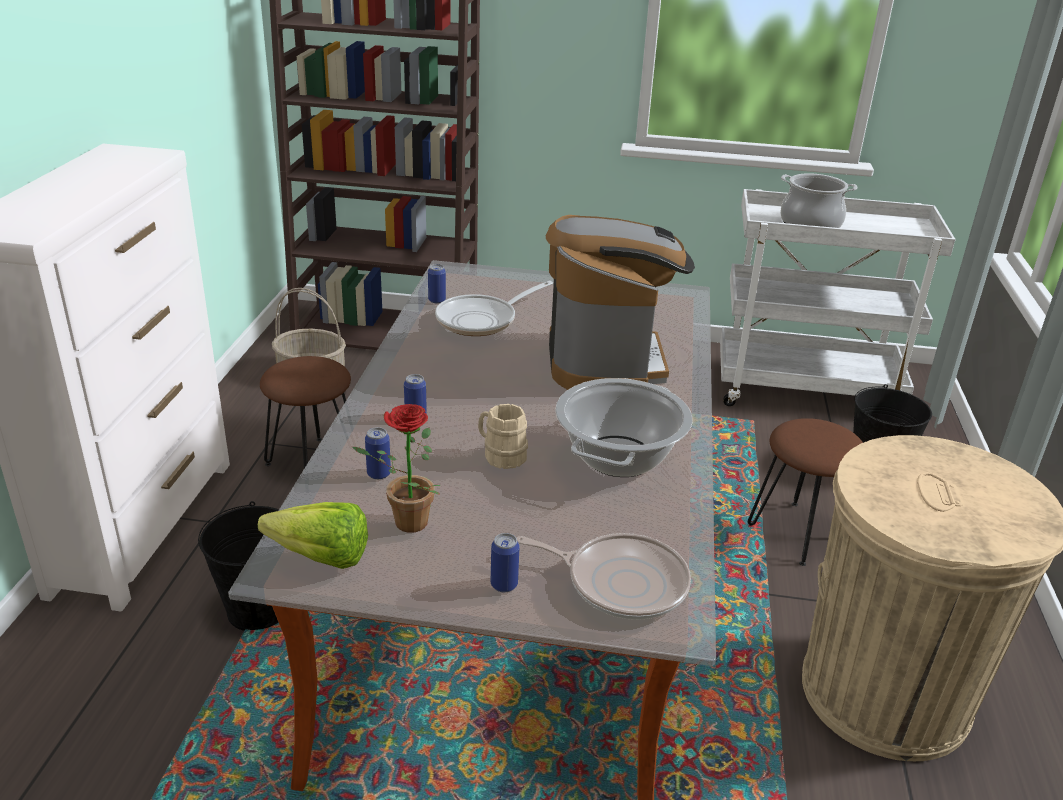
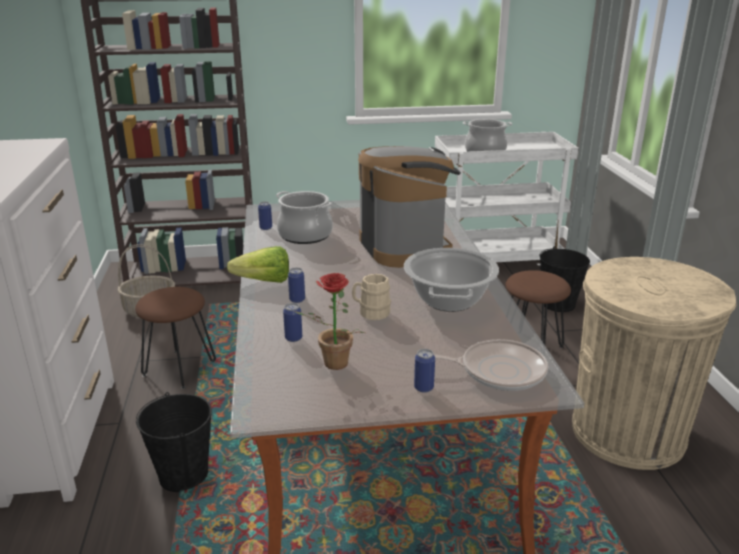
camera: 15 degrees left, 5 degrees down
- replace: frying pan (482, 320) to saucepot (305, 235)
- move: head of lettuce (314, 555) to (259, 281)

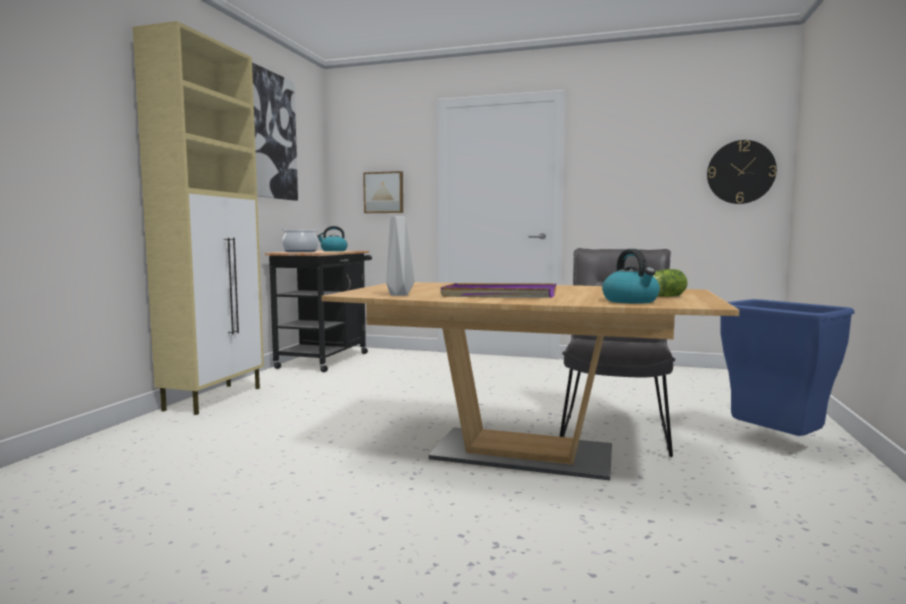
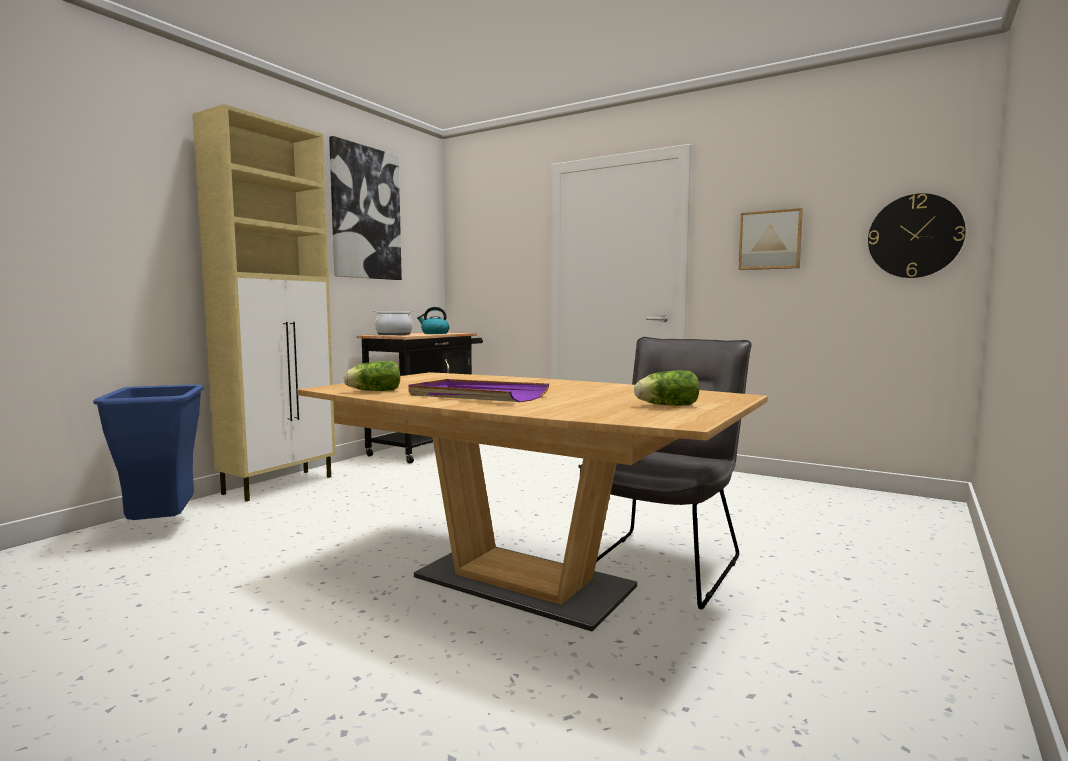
camera: 15 degrees right, 0 degrees up
- move: wall art (384, 192) to (770, 240)
- replace: vase (grey) (398, 295) to head of lettuce (372, 391)
- delete: tea kettle (631, 301)
- move: rubbish bin (blue-coloured) (776, 444) to (164, 529)

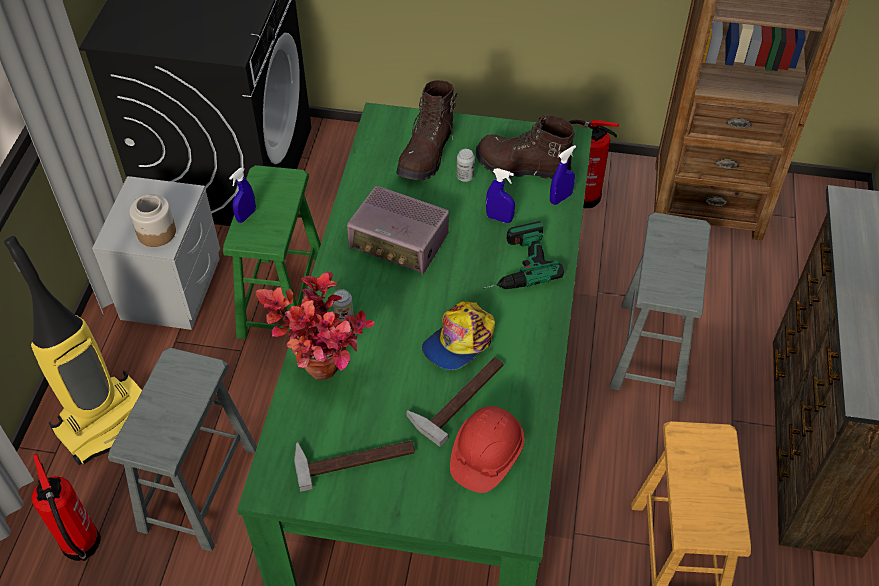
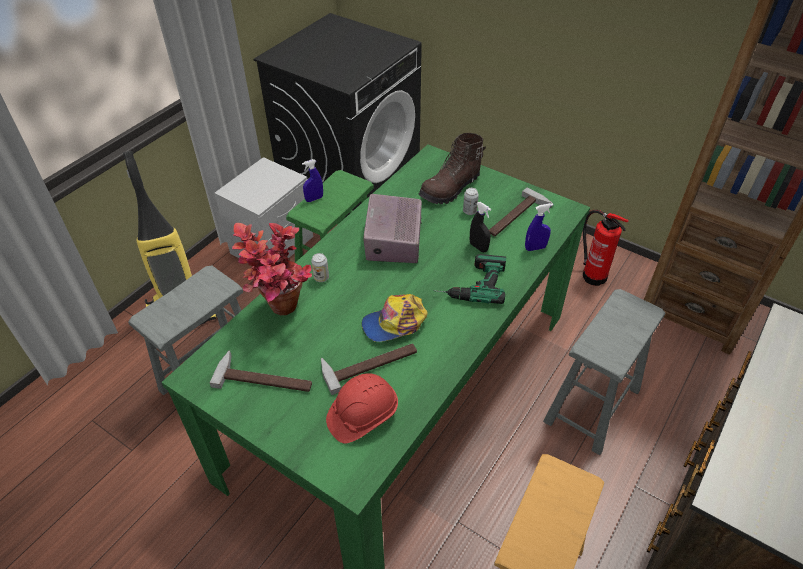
camera: 25 degrees right, 5 degrees down
- replace: high-top boot (brown) (522, 167) to hand hammer (517, 217)
- recolor: sprayer (blue-coloured) (499, 218) to sprayer (black) (478, 247)
- rotate: radio set (399, 243) = (393, 241) 45 degrees clockwise
- delete: storage jar (156, 232)
- delete: fire extinguisher (81, 546)

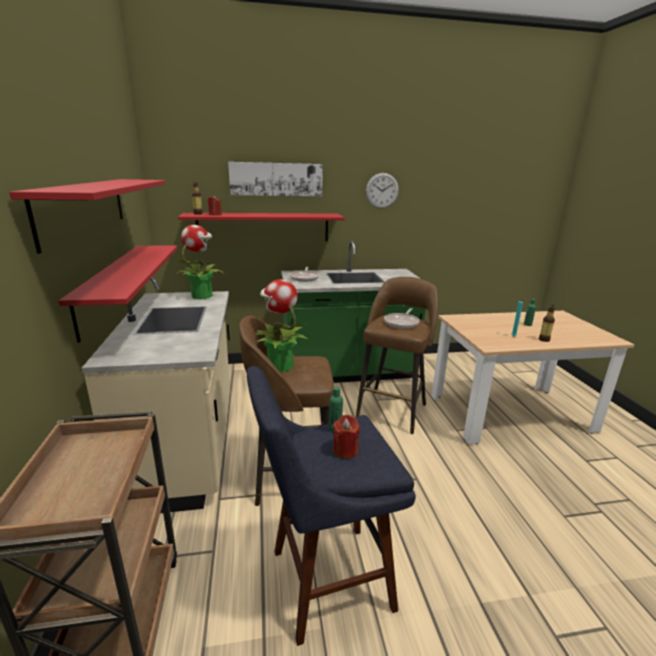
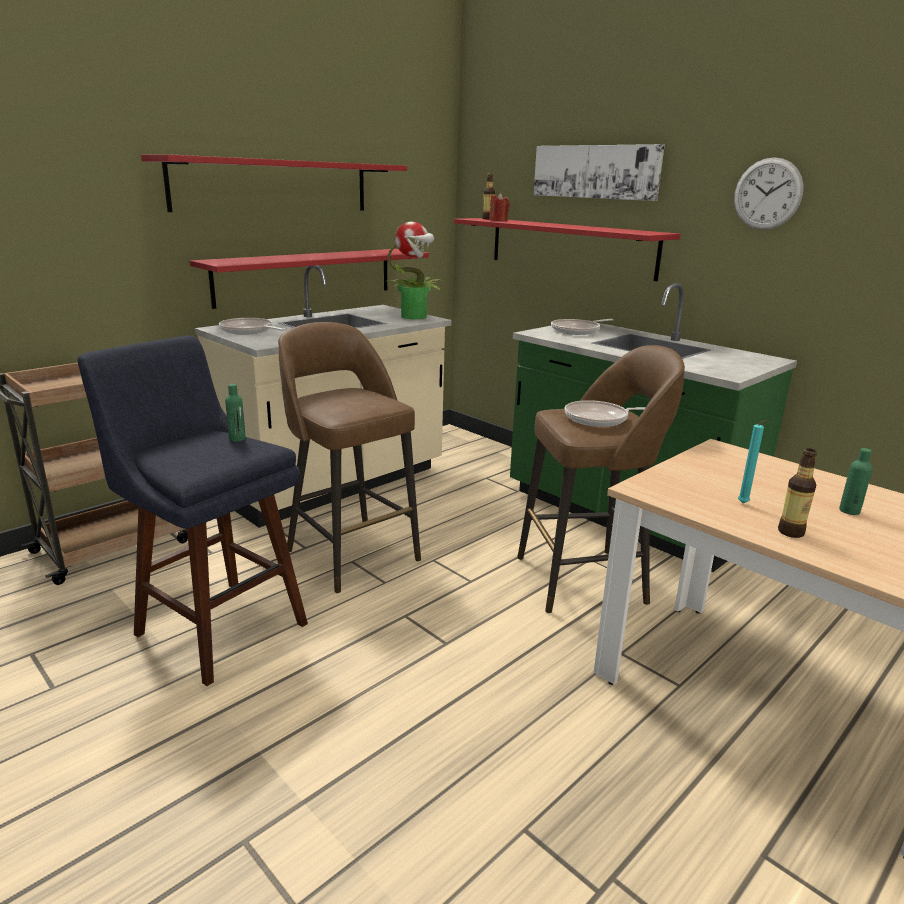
camera: 55 degrees right, 0 degrees up
- delete: potted plant (279, 365)
- delete: candle (red-coloured) (345, 450)
- insert: frying pan (248, 331)

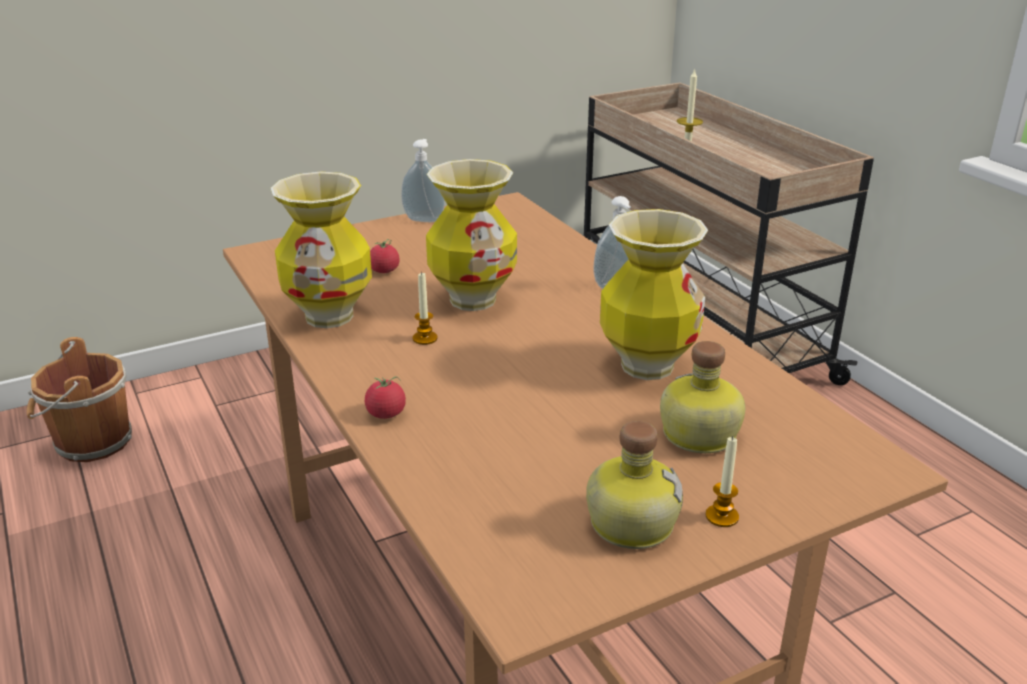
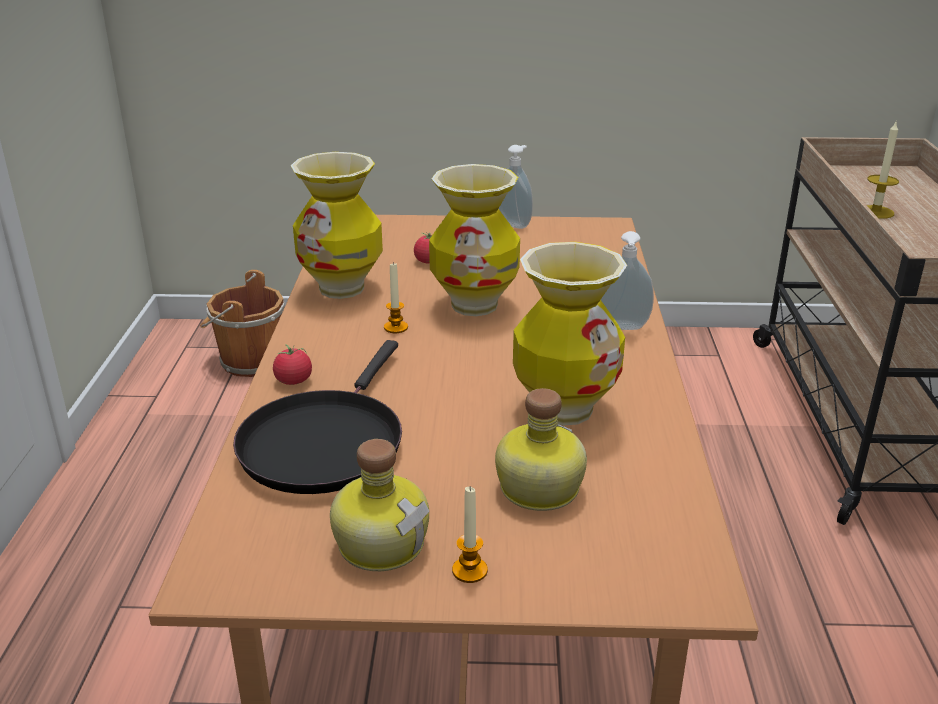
camera: 30 degrees right, 0 degrees up
- insert: frying pan (black) (324, 443)

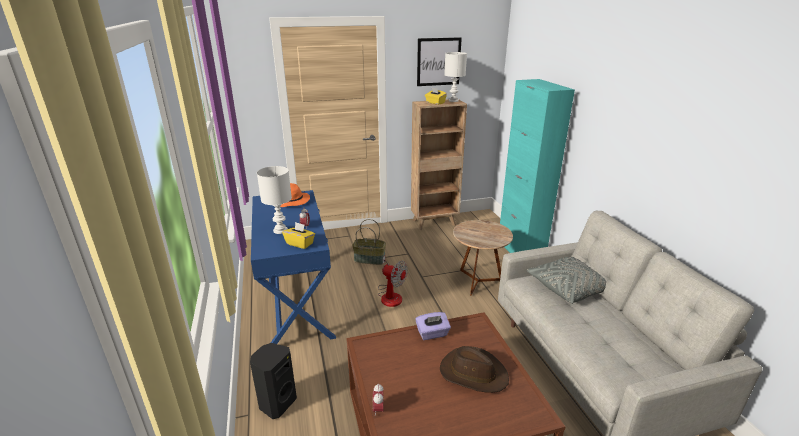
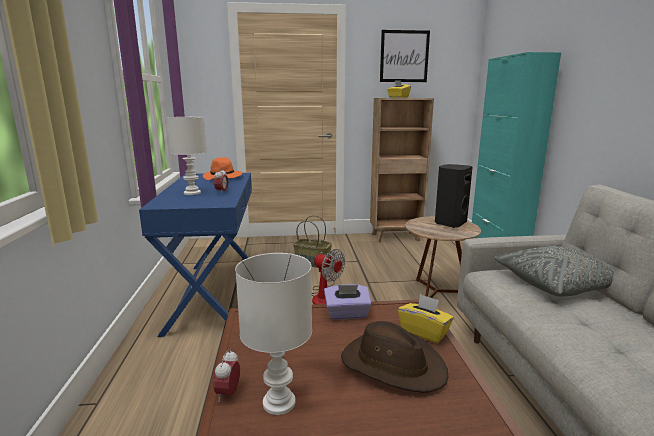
camera: 10 degrees right, 10 degrees down
- move: table lamp (whitish) (453, 101) to (280, 404)
- move: tissue box (yellowish) (300, 243) to (424, 332)
- move: audio speaker (black) (277, 403) to (449, 223)

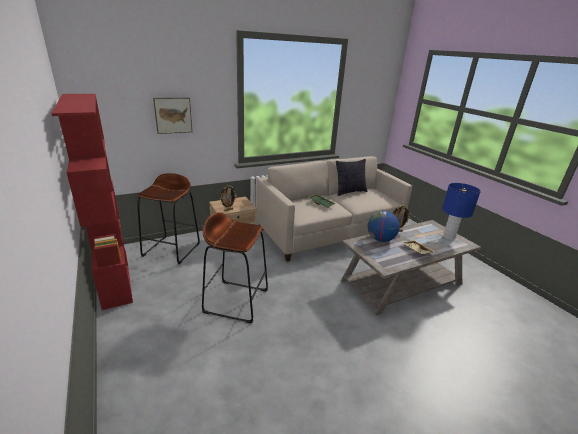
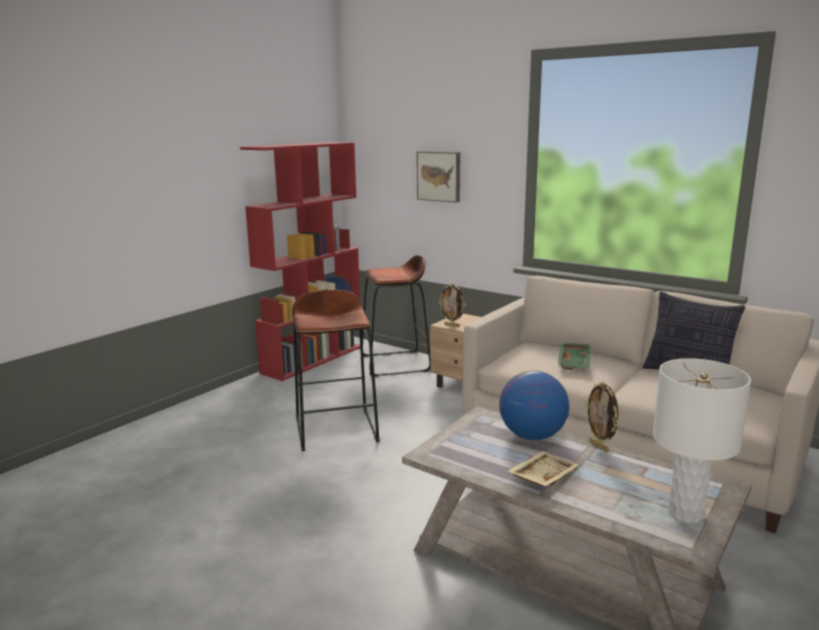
camera: 65 degrees right, 10 degrees down
- recolor: table lamp (blue-coloured) (449, 237) to table lamp (whitish) (685, 514)

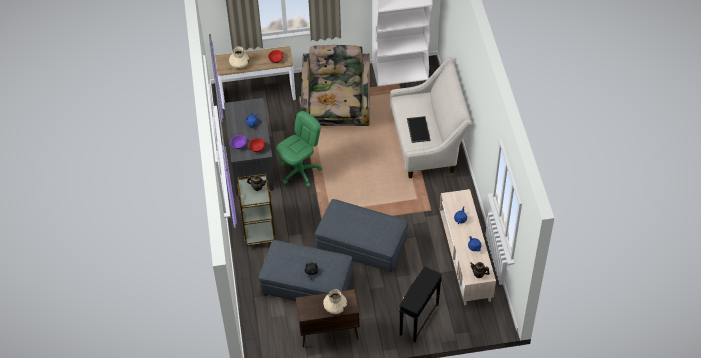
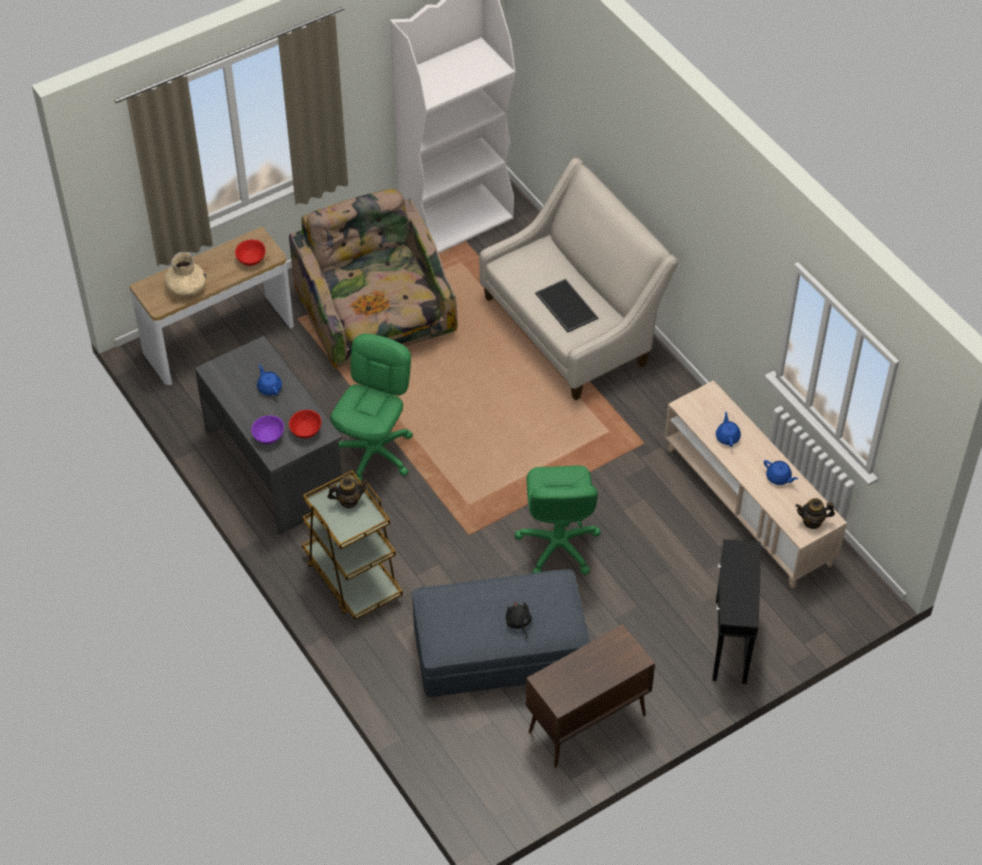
camera: 25 degrees left, 0 degrees up
- replace: ottoman (grey) (361, 245) to office chair (green) (558, 546)
- delete: vase (sand-coloured) (335, 307)

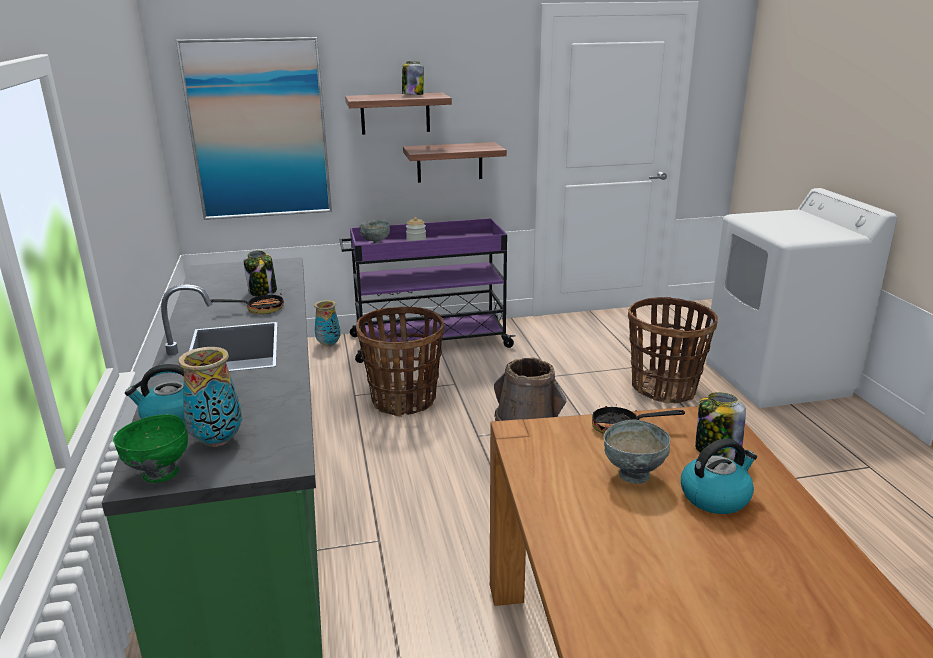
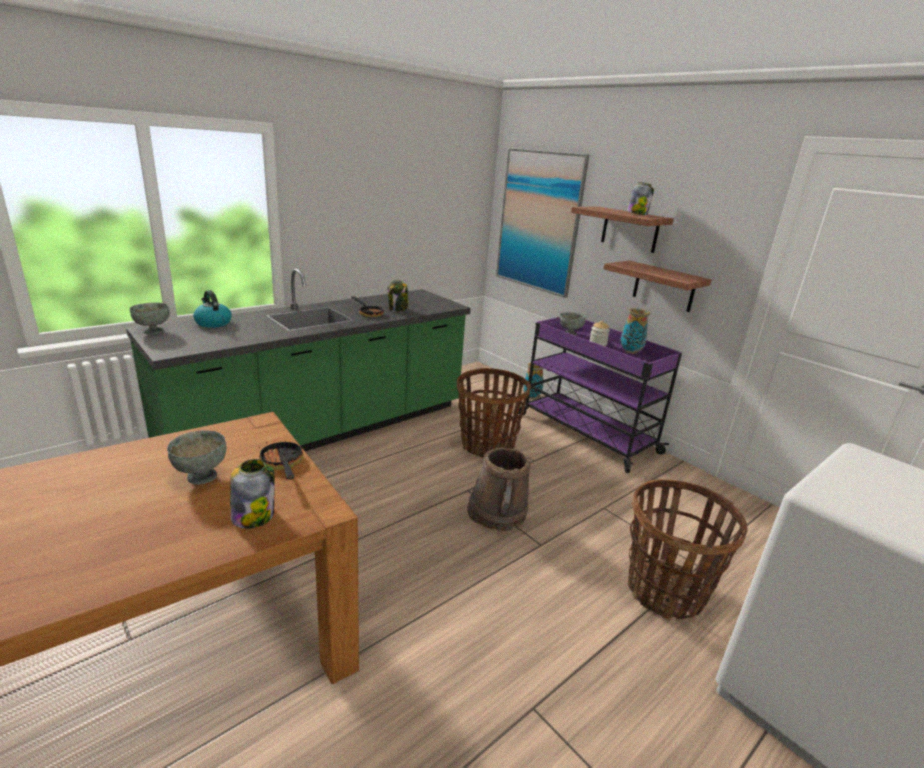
camera: 60 degrees right, 0 degrees up
- move: vase (218, 440) to (631, 352)
- recolor: bowl (green) (159, 473) to bowl (grey) (153, 331)
- delete: tea kettle (715, 496)

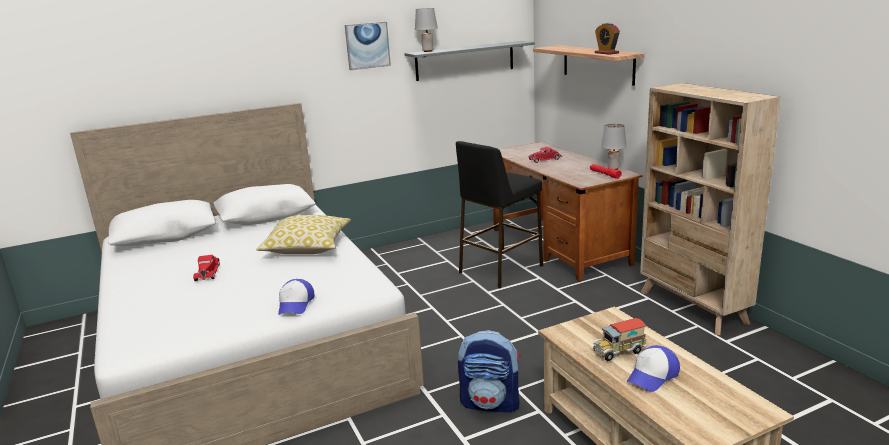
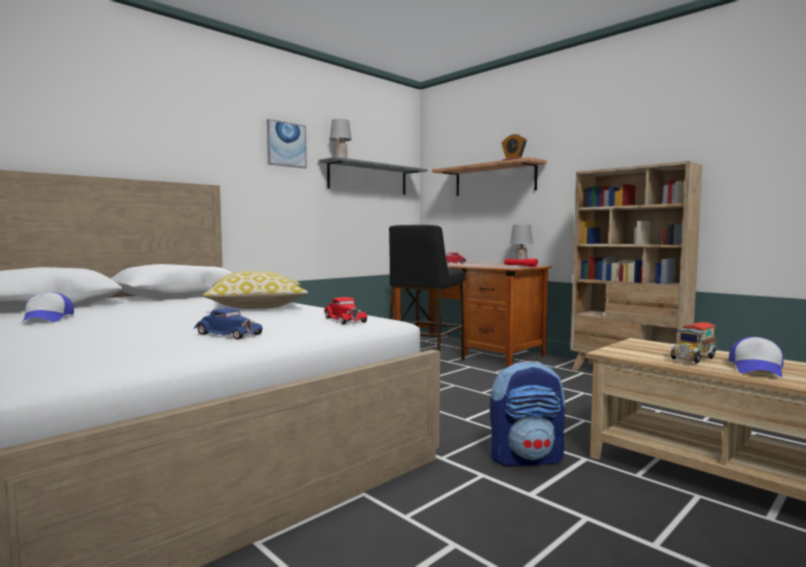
camera: 20 degrees left, 15 degrees down
- move: model car (red-coloured) (207, 272) to (344, 319)
- move: cap (296, 304) to (47, 319)
- insert: model car (blue-coloured) (227, 334)

